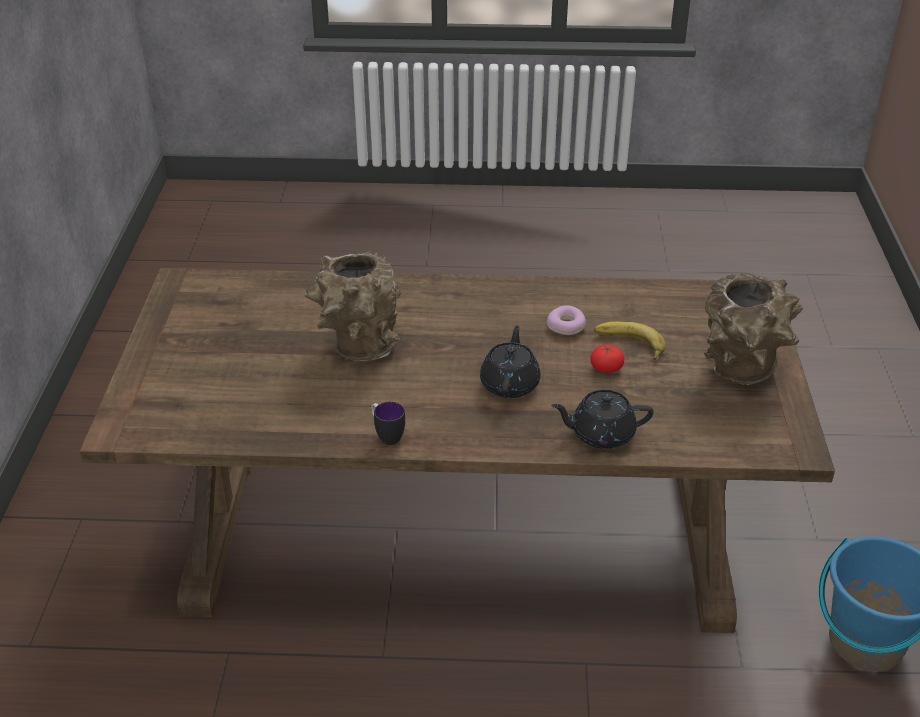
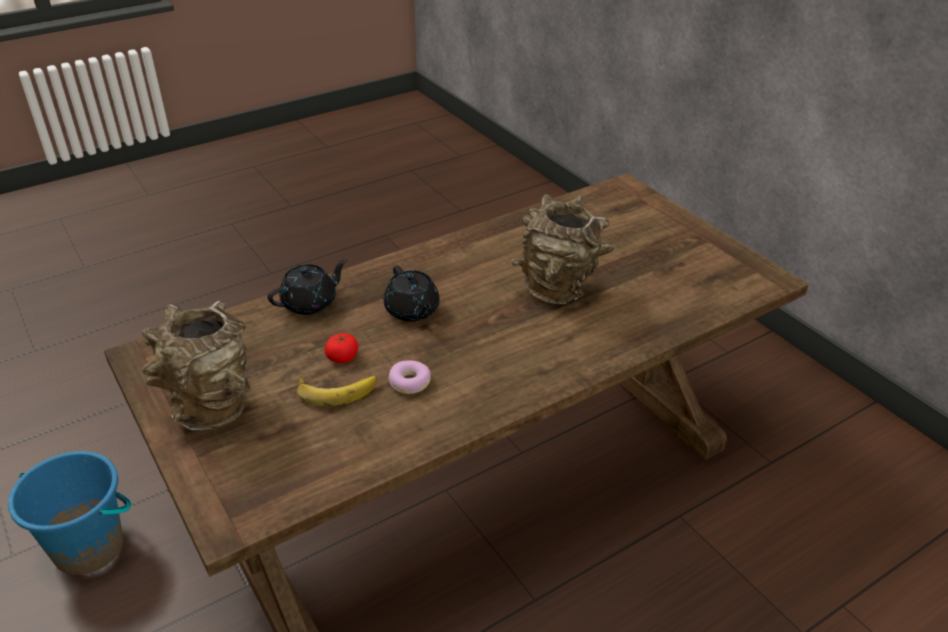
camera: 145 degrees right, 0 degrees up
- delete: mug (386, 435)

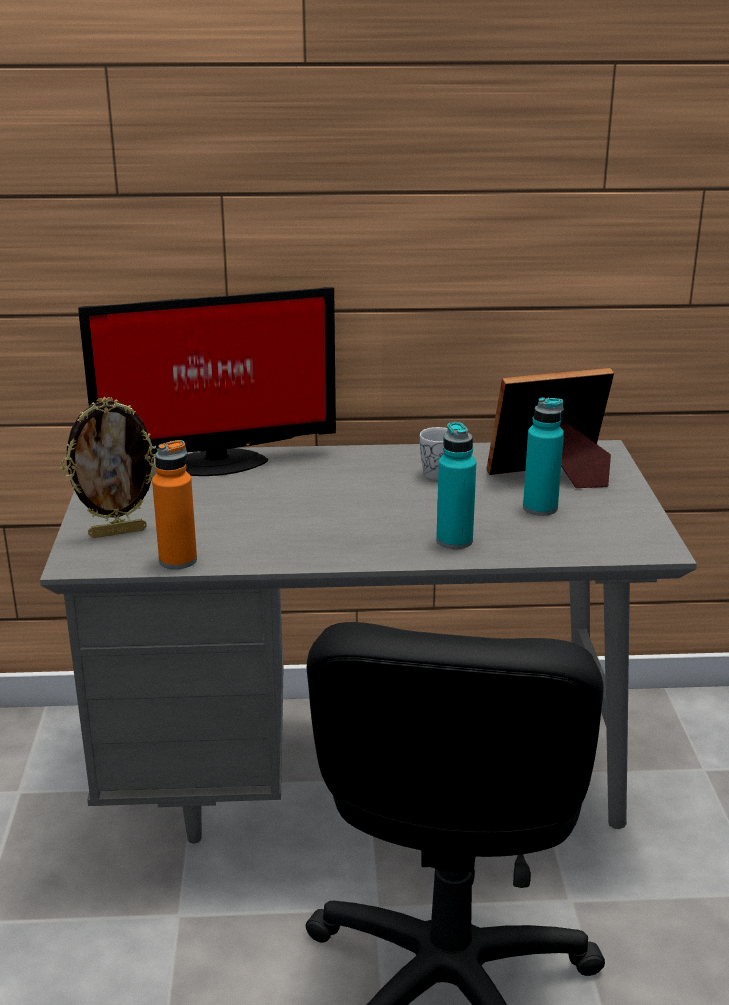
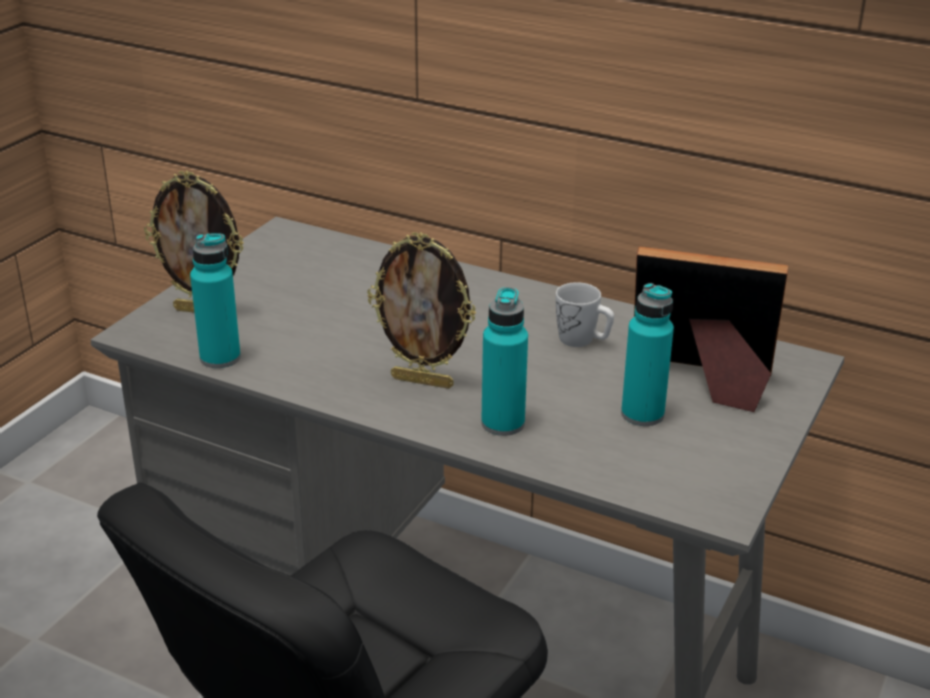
camera: 30 degrees right, 5 degrees up
- delete: computer display (214, 462)
- recolor: bottle (orangey) (178, 560) to bottle (turquoise) (220, 358)
- insert: picture frame (423, 381)

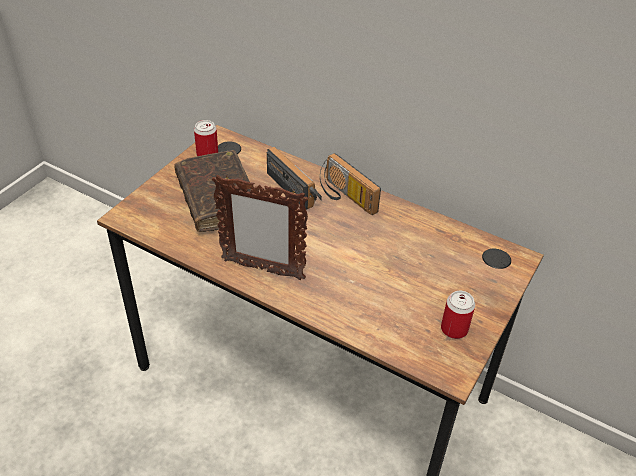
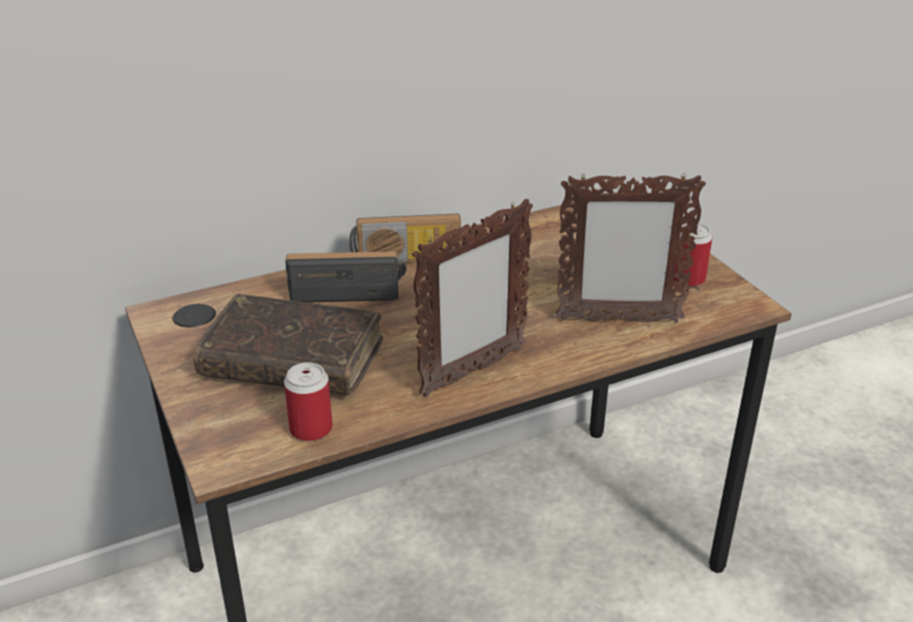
camera: 55 degrees left, 10 degrees down
- move: metal can (207, 154) to (311, 429)
- insert: picture frame (618, 320)

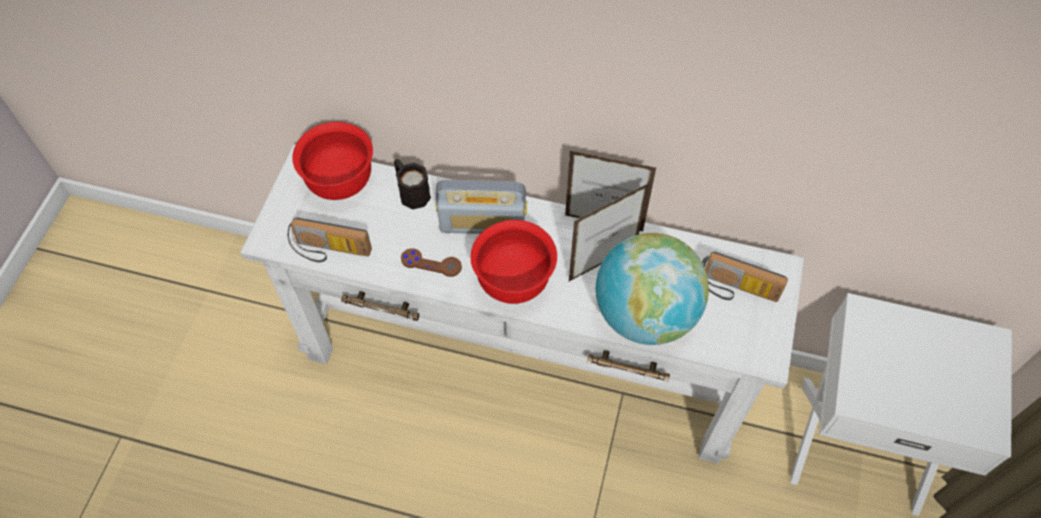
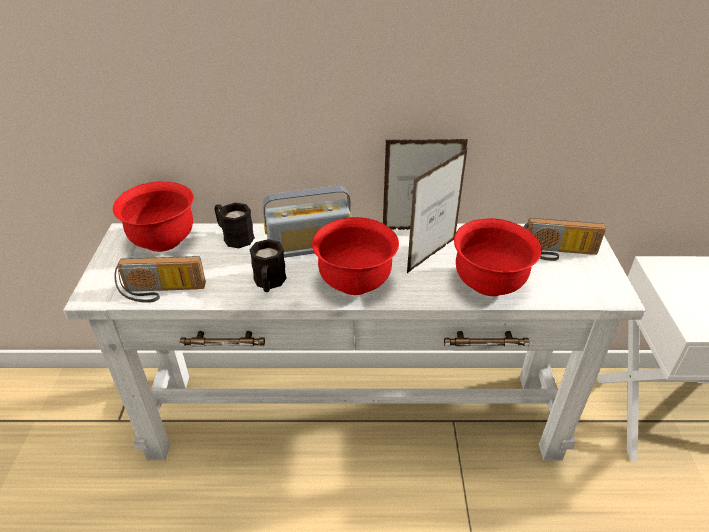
camera: 15 degrees left, 20 degrees down
- replace: world globe (645, 314) to bowl (red-coloured) (489, 284)
- replace: joypad (brown) (431, 263) to mug (black) (269, 283)

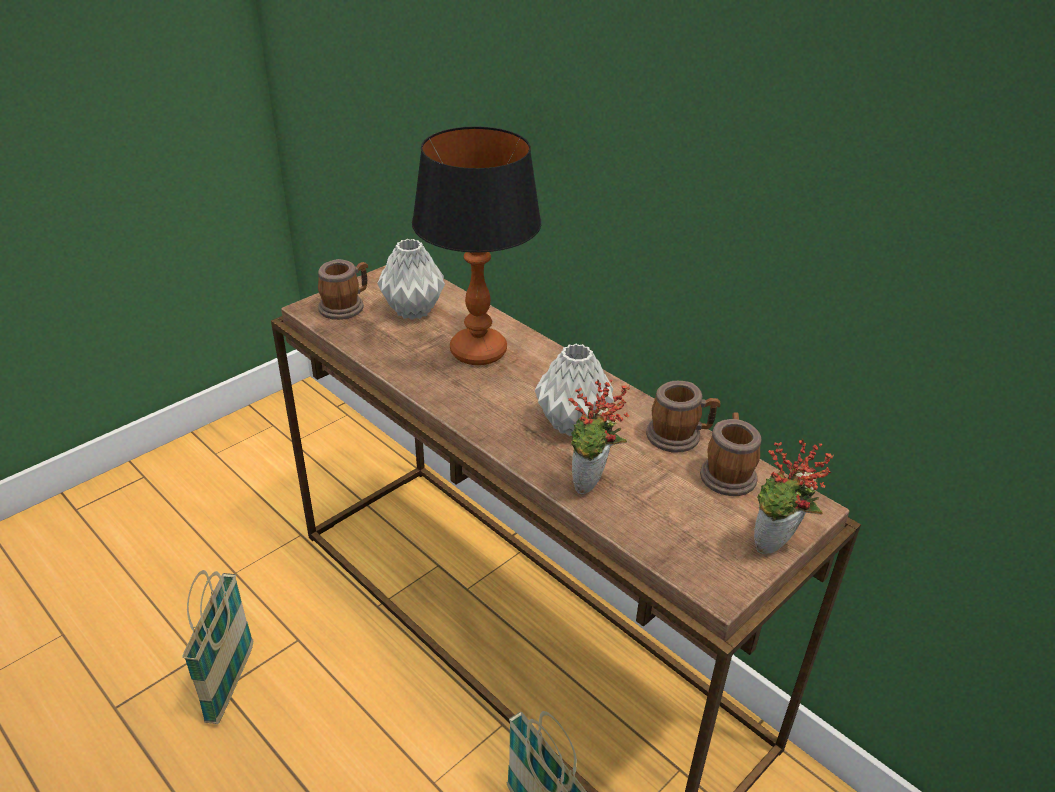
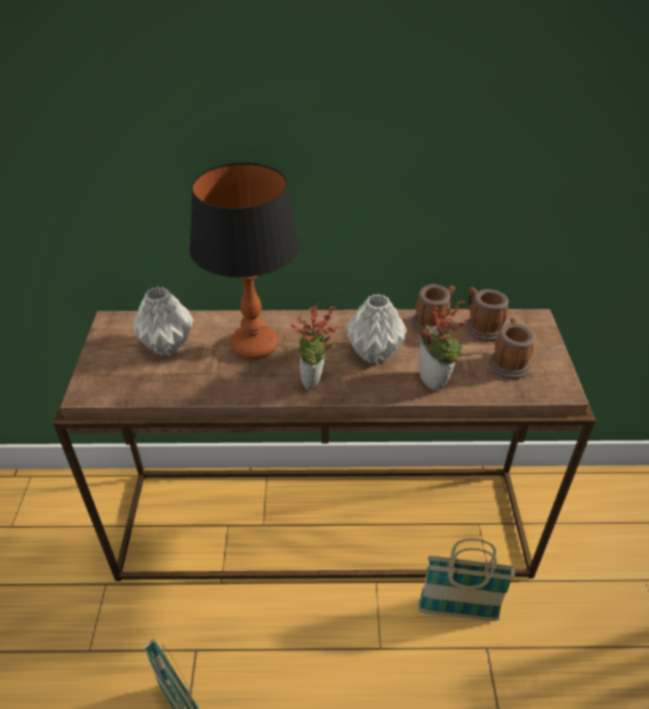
camera: 45 degrees left, 5 degrees up
- move: mug (346, 306) to (508, 362)
- move: potted plant (775, 548) to (315, 382)

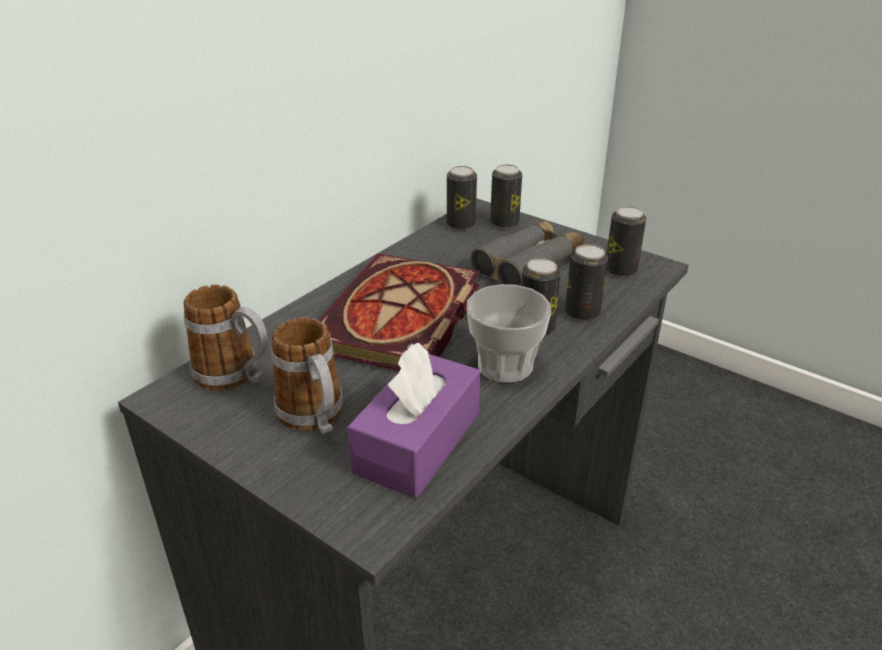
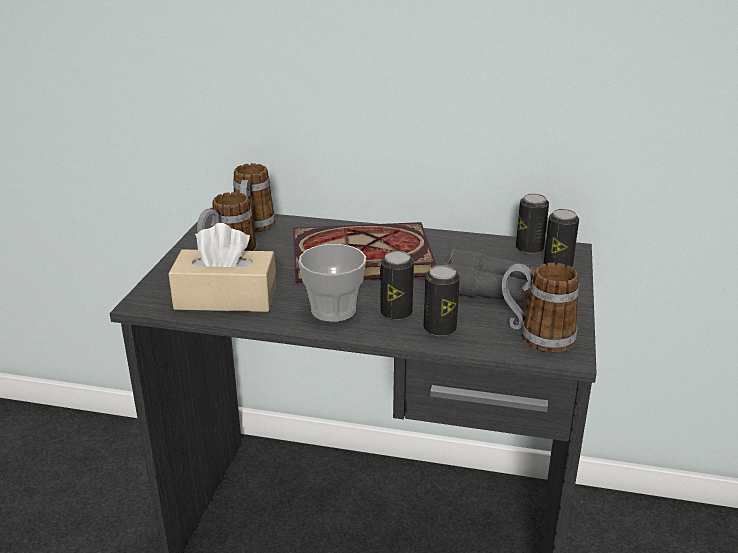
camera: 65 degrees right, 5 degrees down
- replace: metal can (620, 270) to mug (536, 336)
- recolor: tissue box (purplish) (418, 442) to tissue box (sand-coloured) (226, 298)

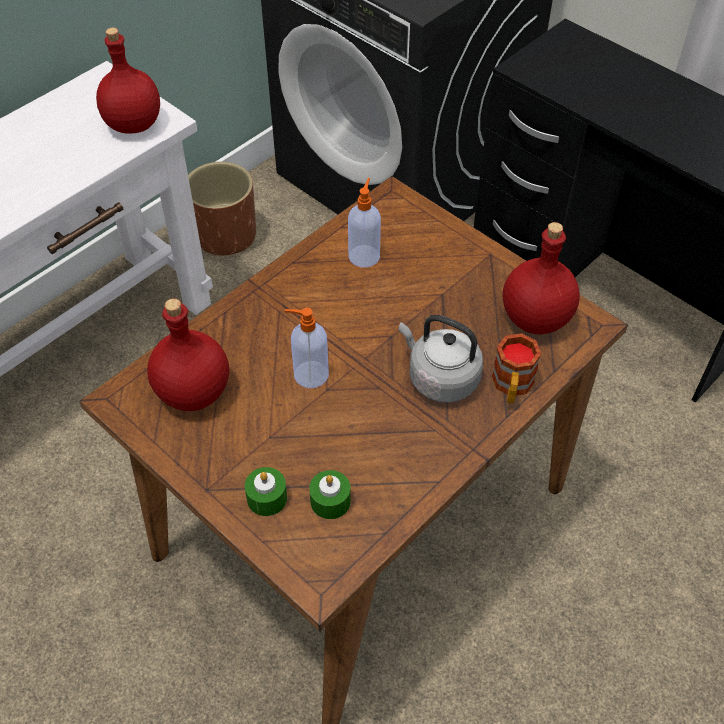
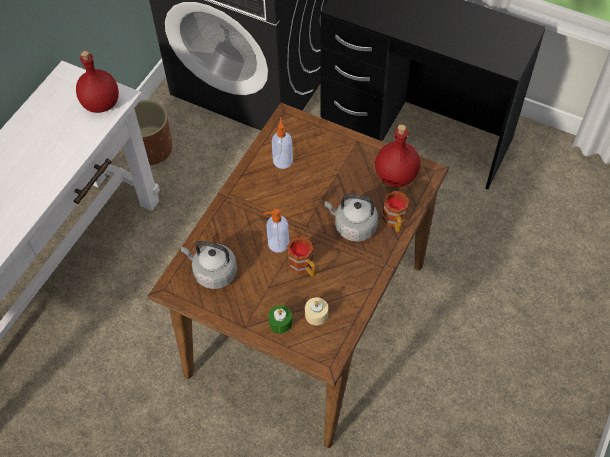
camera: 15 degrees left, 5 degrees up
- replace: bottle (red-coloured) (192, 393) to tea kettle (grey) (213, 273)
- recolor: candle (green) (330, 501) to candle (sand-coloured) (316, 314)
- insert: mug (304, 267)

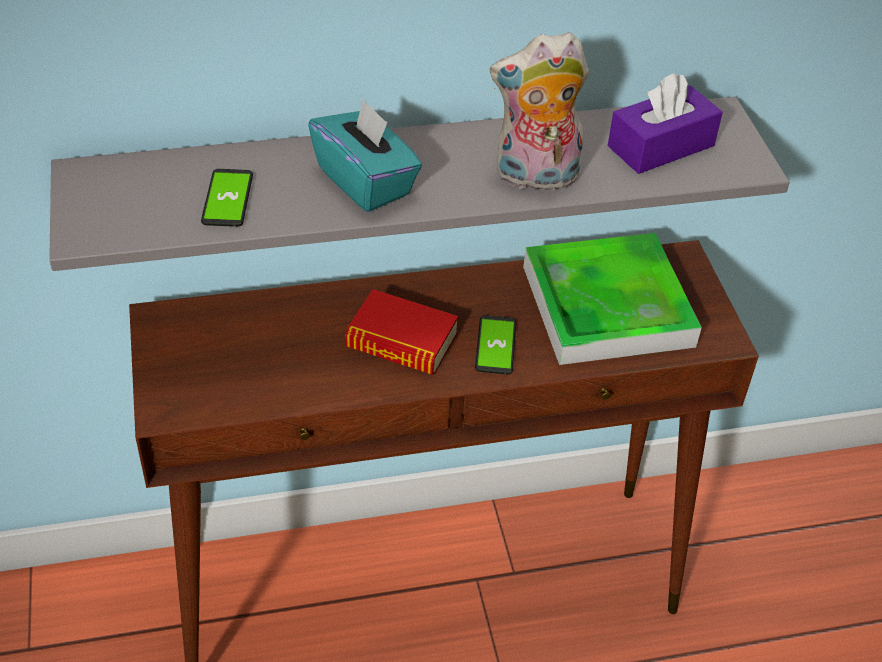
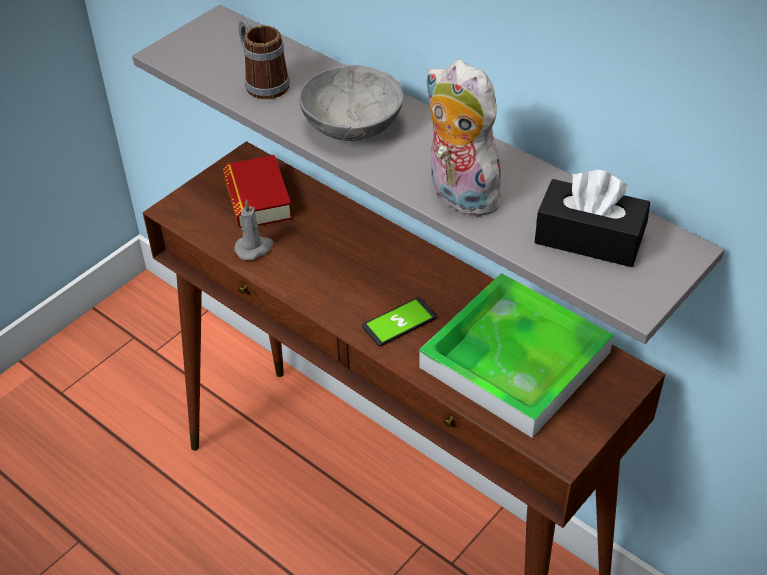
camera: 55 degrees right, 0 degrees up
- recolor: tissue box (purplish) (661, 146) to tissue box (black) (589, 238)
- replace: tissue box (turquoise) (365, 182) to bowl (grey) (351, 124)
- replace: telephone (227, 199) to mug (262, 82)
- move: book (401, 341) to (258, 199)
- insert: candle (grey) (254, 248)

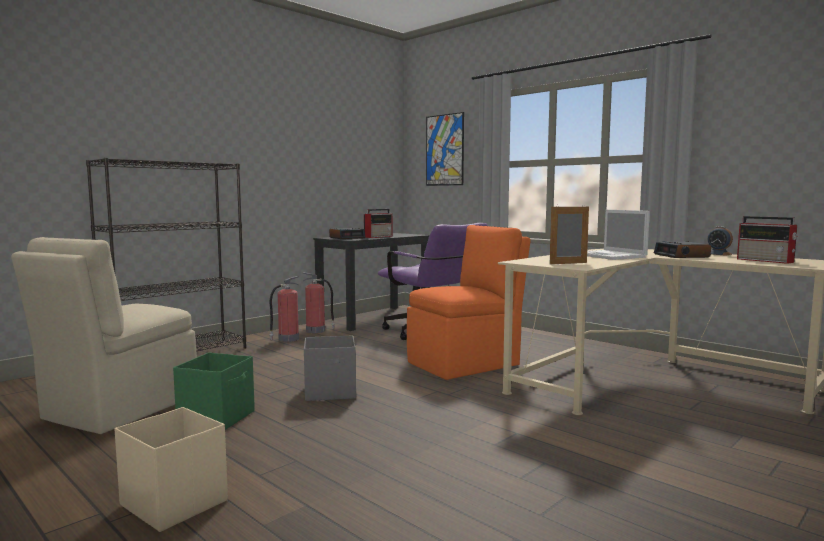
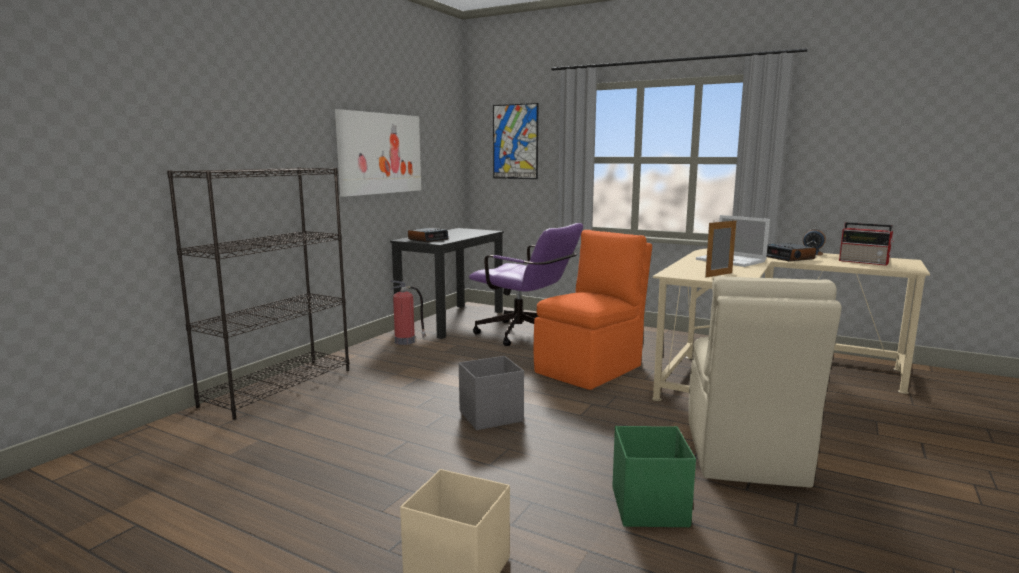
camera: 15 degrees left, 5 degrees up
- delete: radio set (379, 236)
- move: plain chair (sand-coloured) (118, 408) to (744, 454)
- delete: fire extinguisher (287, 339)
- move: storage box (green) (217, 418) to (649, 506)
- insert: wall art (380, 153)

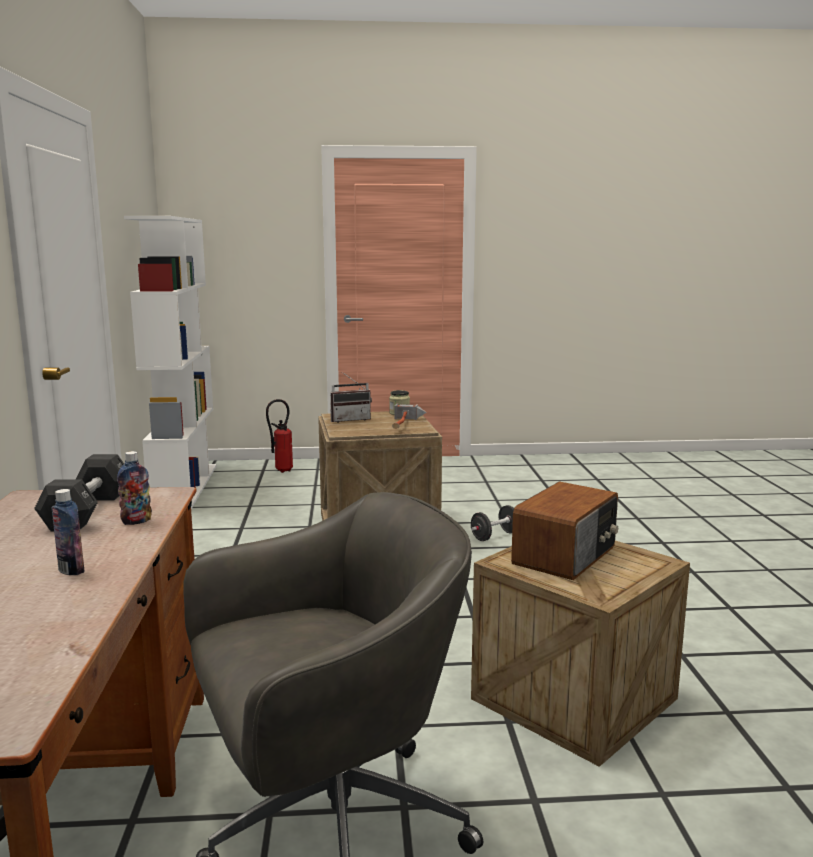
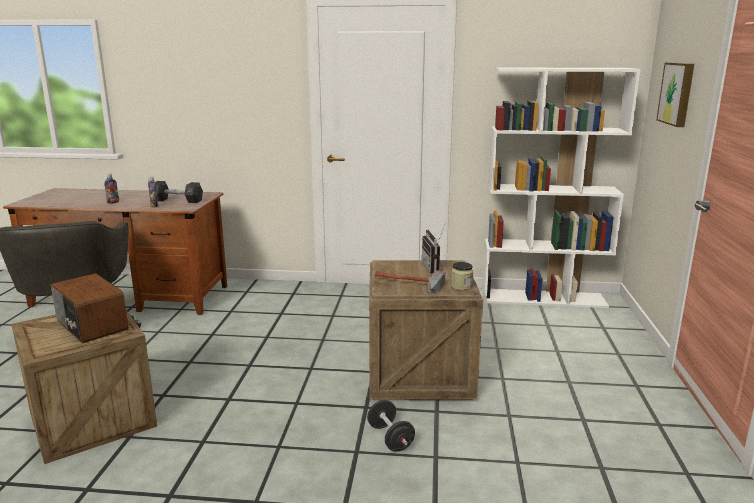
camera: 100 degrees right, 5 degrees up
- delete: fire extinguisher (280, 471)
- insert: wall art (678, 93)

